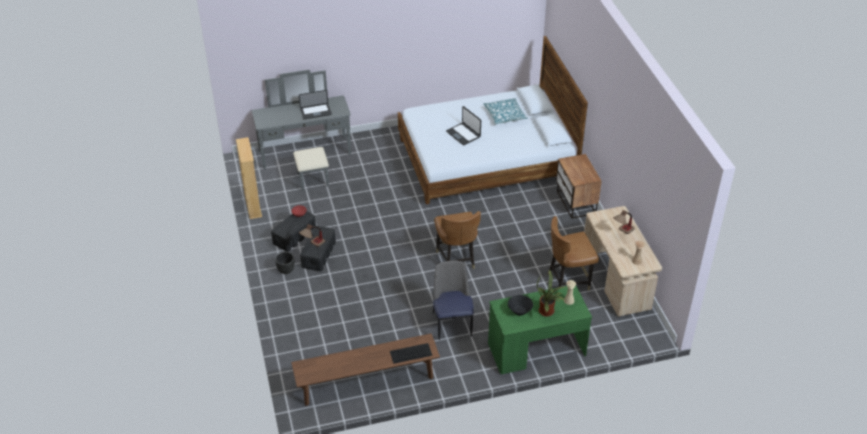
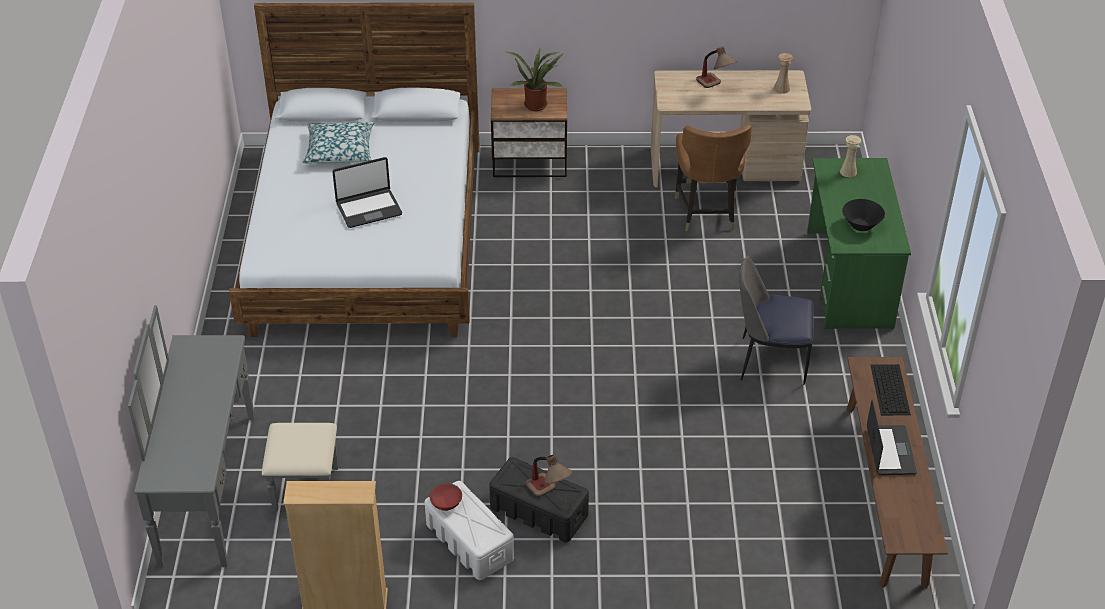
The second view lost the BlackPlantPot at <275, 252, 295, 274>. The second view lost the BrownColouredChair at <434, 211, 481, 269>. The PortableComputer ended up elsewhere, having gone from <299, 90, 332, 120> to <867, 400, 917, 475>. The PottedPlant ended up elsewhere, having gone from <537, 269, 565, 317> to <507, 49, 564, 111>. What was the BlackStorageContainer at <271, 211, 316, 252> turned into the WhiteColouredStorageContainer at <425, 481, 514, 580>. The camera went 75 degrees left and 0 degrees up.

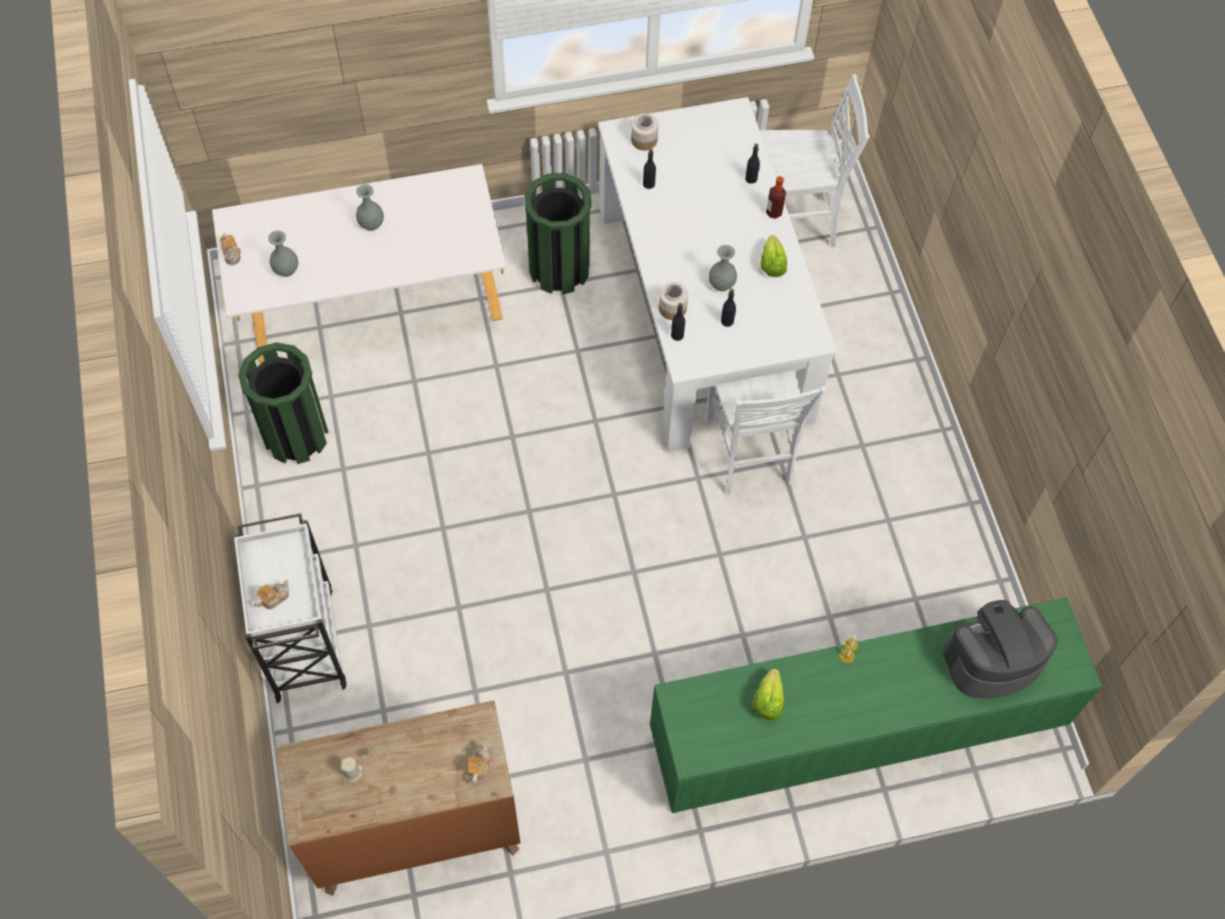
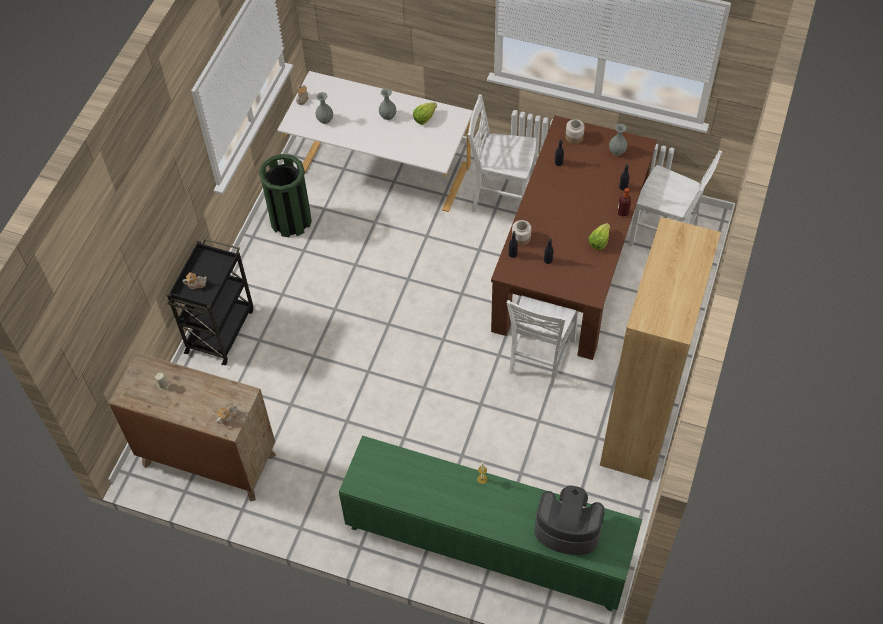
The second view gained the BrownColouredBookshelf at <600, 217, 721, 481>. The GreyFlowerVase ended up elsewhere, having gone from <709, 245, 737, 291> to <609, 123, 627, 156>. The Lettuce ended up elsewhere, having gone from <752, 668, 784, 720> to <413, 102, 437, 125>. Where the GreenishTrashCan stood at <524, 173, 591, 295>, the WhiteColouredChair came to stand at <468, 94, 536, 212>. What was the WhiteColouredTrolley at <233, 513, 347, 703> turned into the BlackTrolley at <167, 238, 253, 365>. What was the WhiteColouredDiningTable at <598, 97, 837, 452> turned into the BrownColouredDiningTable at <491, 116, 657, 360>. The camera went 35 degrees right and 5 degrees down.

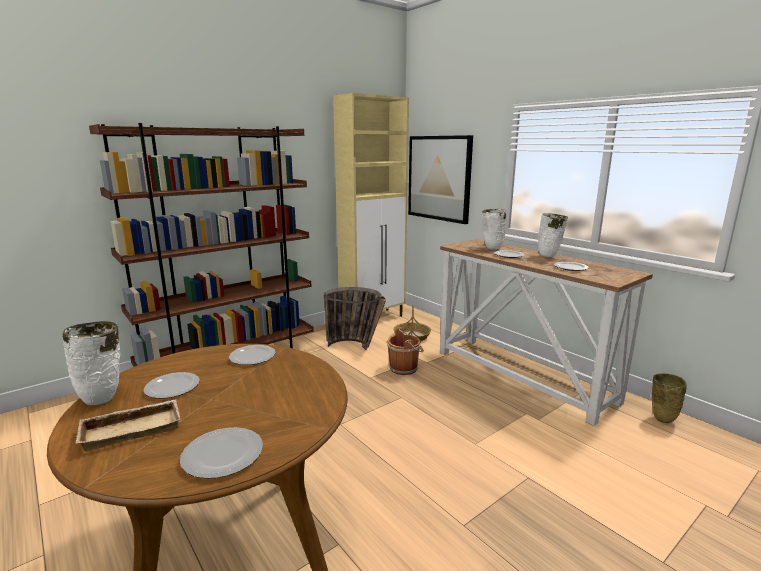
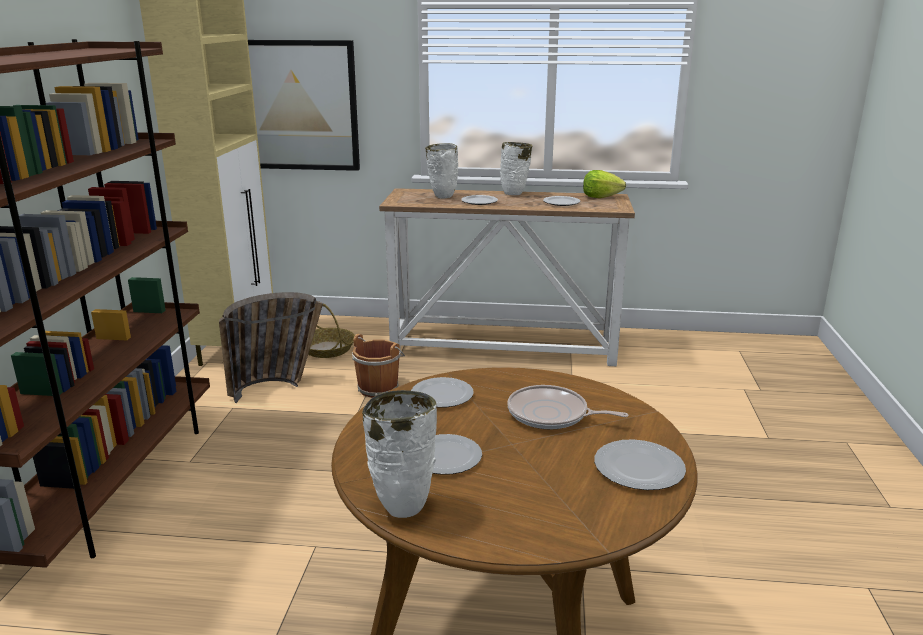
The second view lost the BeigeCarryingTray at <76, 399, 181, 451>. The second view lost the BeigeFlowerVase at <652, 373, 687, 423>. The second view gained the FryingPan at <507, 385, 628, 430>. The second view gained the Lettuce at <583, 170, 626, 198>. The camera went 45 degrees left and 5 degrees up.

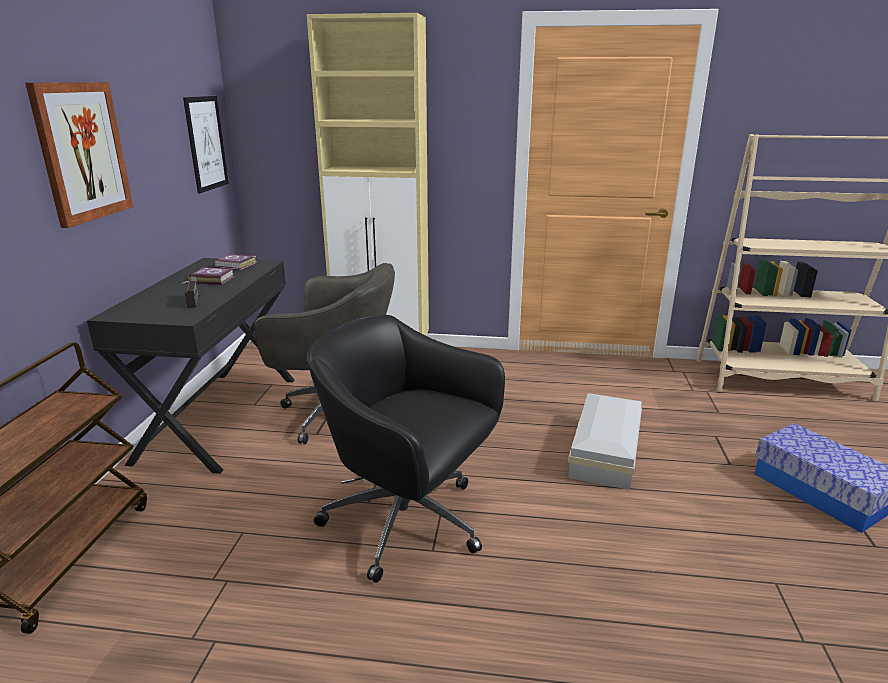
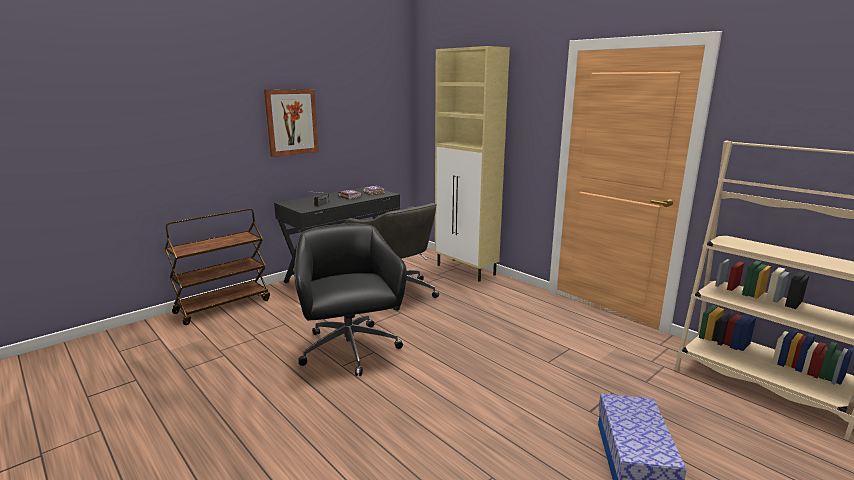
The second view lost the WallArt at <183, 96, 229, 194>. The second view lost the WhiteColouredStorageContainer at <568, 393, 642, 490>. The camera went 40 degrees right and 5 degrees down.

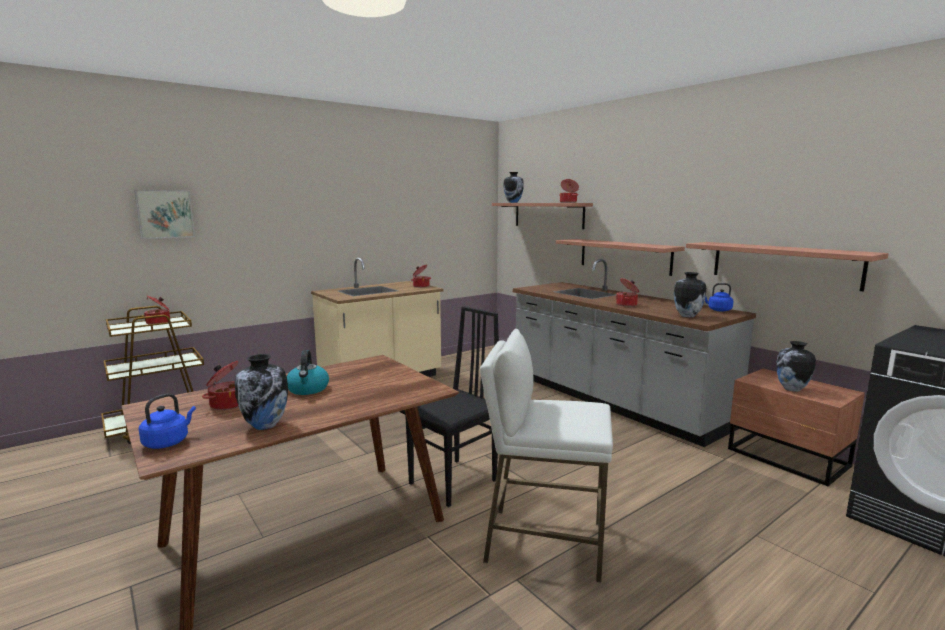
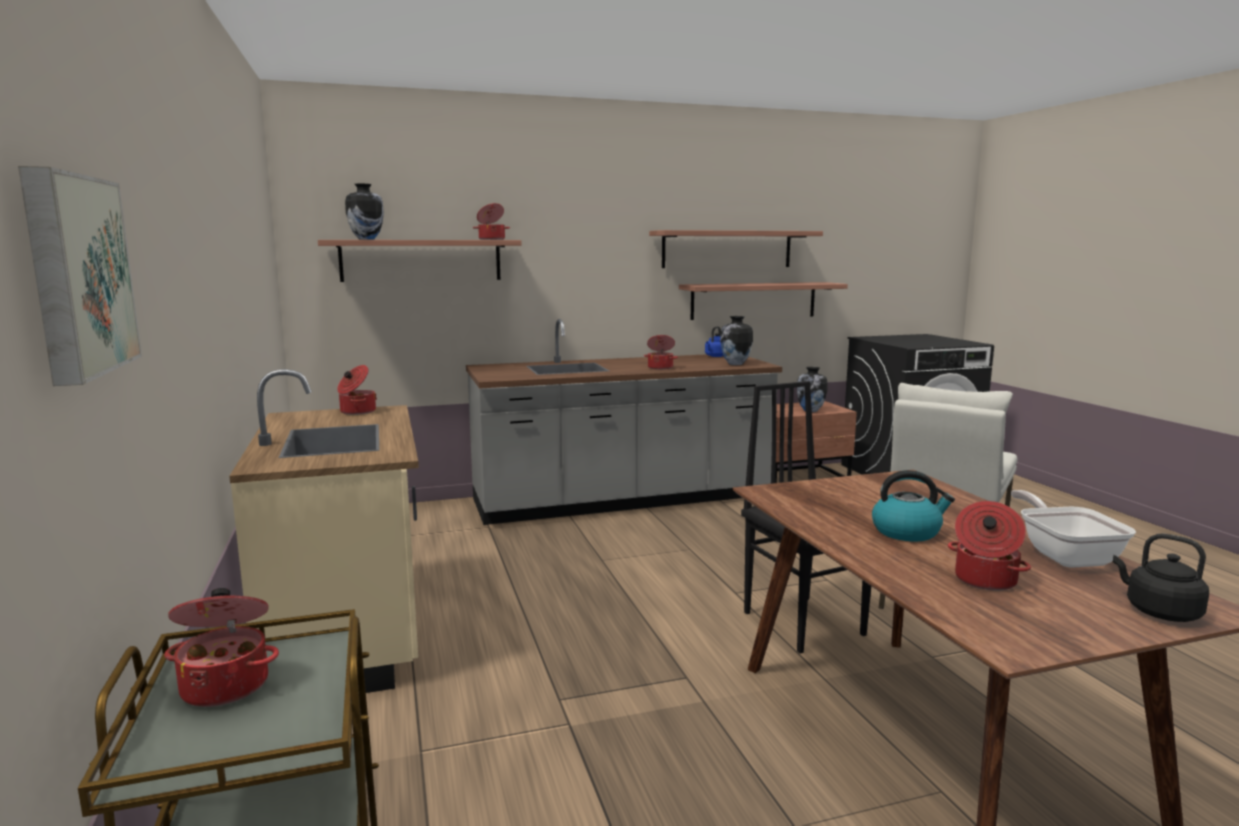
The Shelf ended up elsewhere, having gone from <556, 239, 685, 276> to <649, 230, 823, 268>. Where the FlowerVase stood at <235, 354, 288, 430>, the FryingPan came to stand at <1011, 490, 1136, 568>. What was the BluishTeaKettle at <139, 393, 196, 449> turned into the BlackTeaKettle at <1113, 533, 1209, 622>. The camera went 70 degrees left and 0 degrees up.

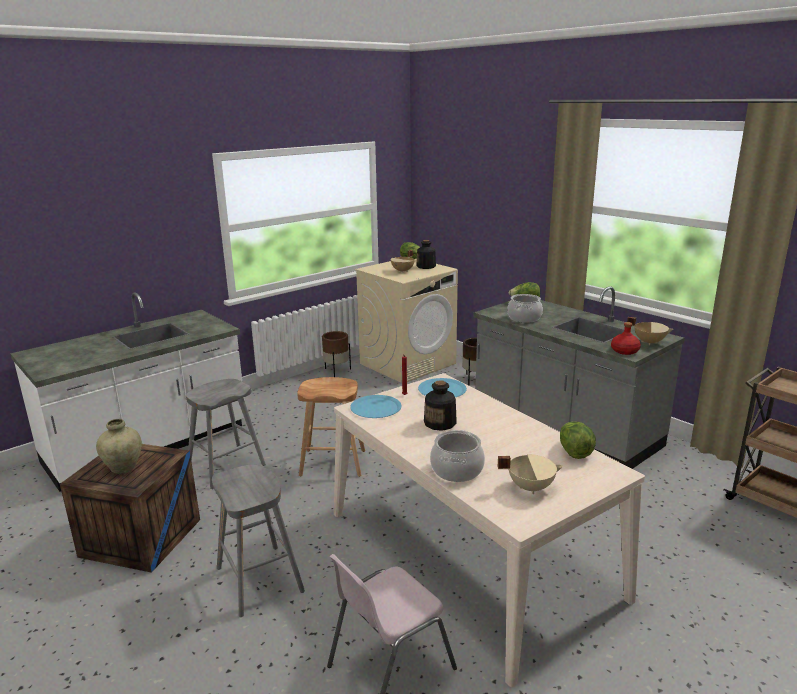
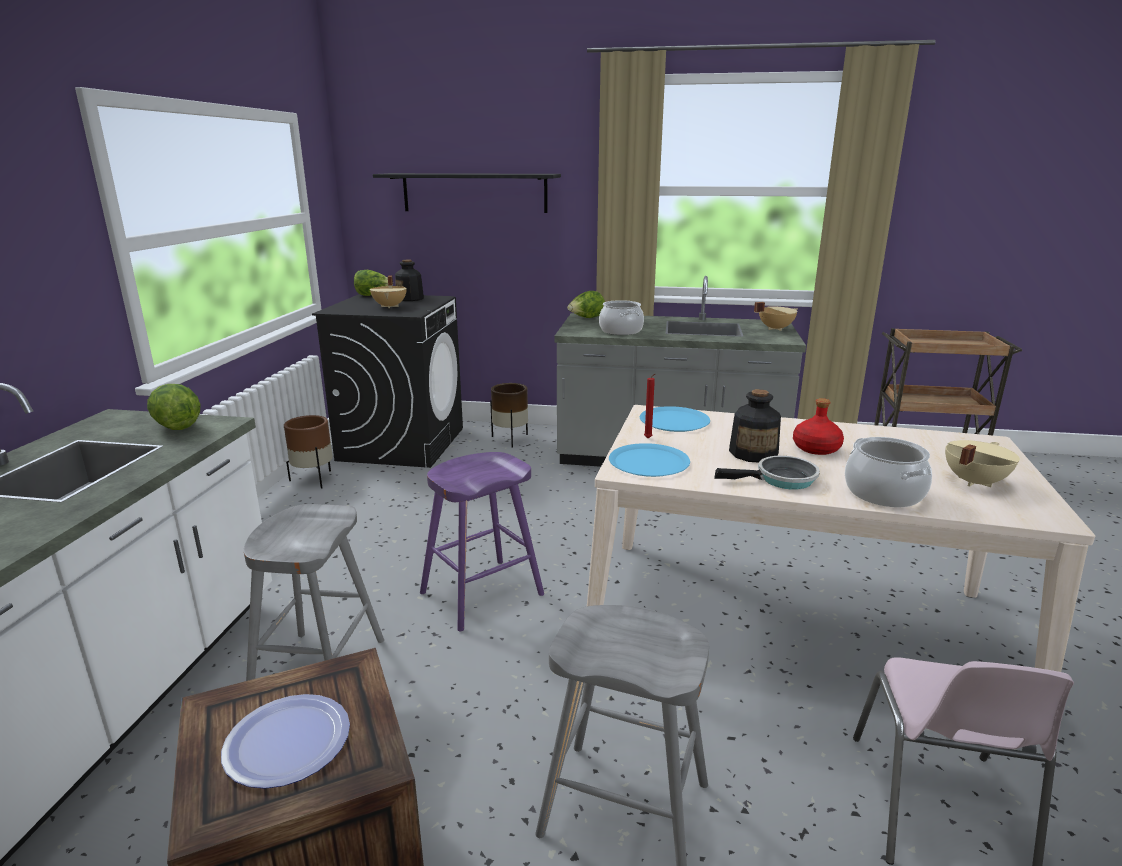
The second view gained the BlackShelf at <373, 173, 561, 213>. The second view gained the FryingPan at <714, 456, 820, 490>. The Lettuce ended up elsewhere, having gone from <560, 421, 596, 459> to <147, 384, 201, 430>. The RedColouredBeverageBottle ended up elsewhere, having gone from <611, 322, 641, 355> to <793, 398, 844, 455>. Where the BeigeFlowerVase stood at <96, 419, 142, 474>, the Plate came to stand at <221, 694, 350, 789>. What was the BrownColouredSittingStool at <297, 377, 365, 477> turned into the PurpleSittingStool at <420, 452, 544, 632>. What was the BeigeWashingMachine at <355, 259, 458, 383> turned into the BlackWashingMachine at <312, 294, 463, 468>. The camera went 40 degrees left and 0 degrees up.

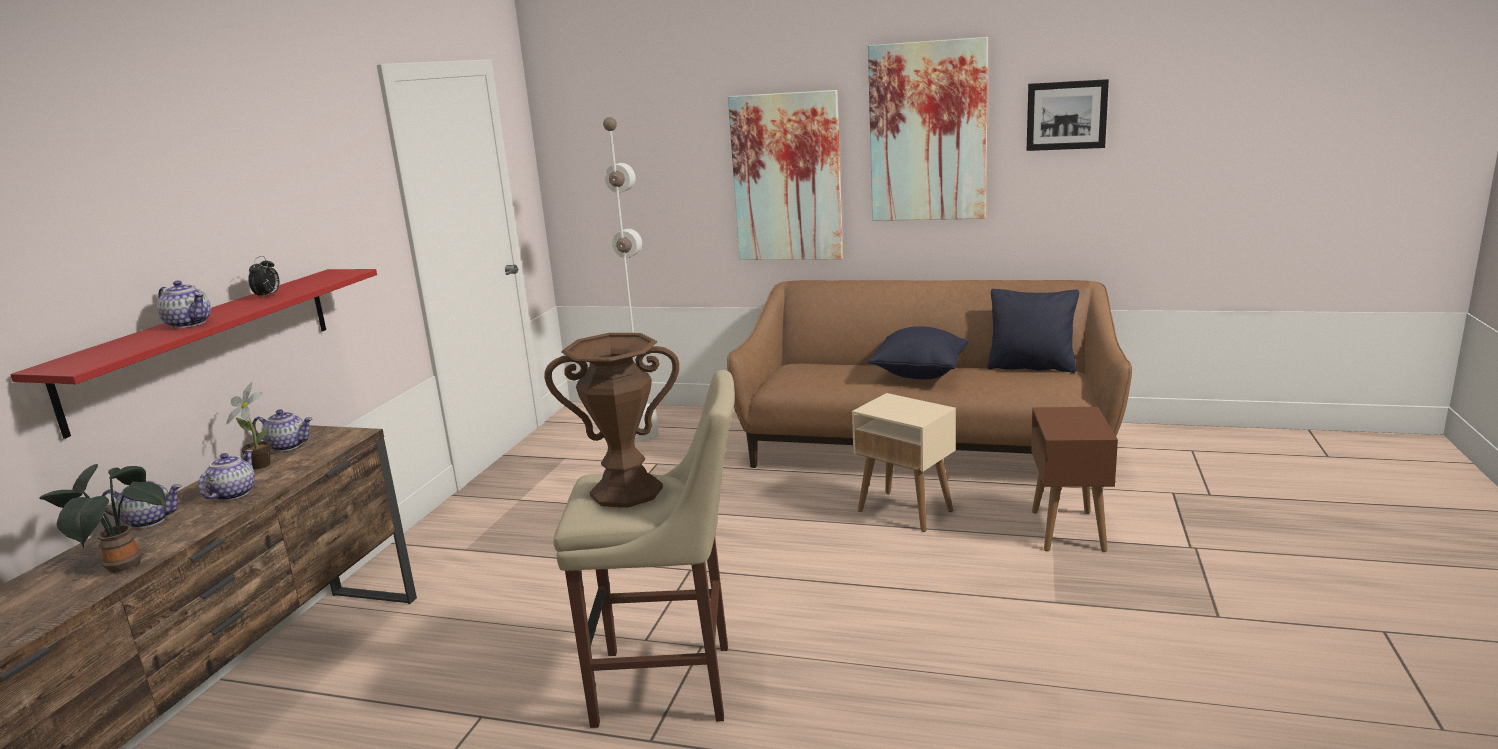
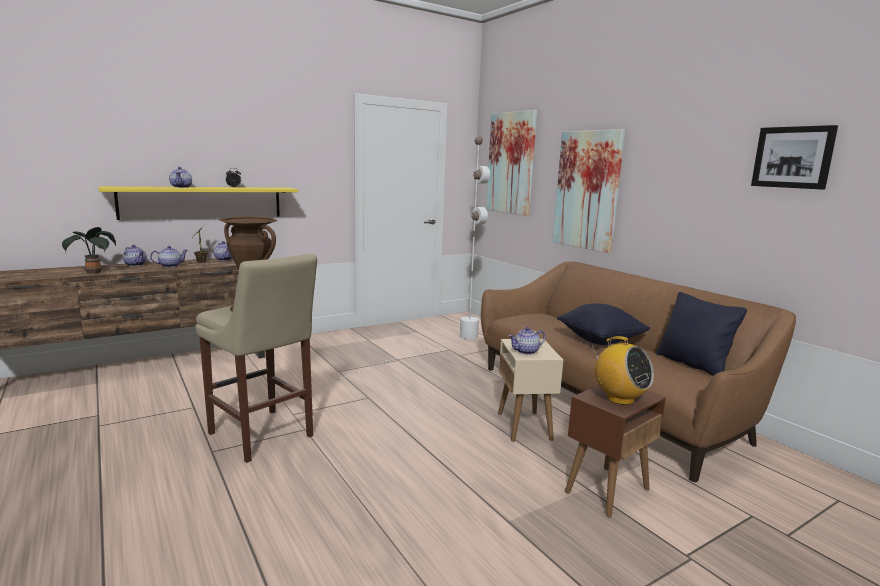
The second view gained the Teapot at <509, 327, 545, 355>. The second view gained the RadioReceiver at <592, 336, 654, 405>. The WallArt ended up elsewhere, having gone from <868, 37, 988, 221> to <486, 110, 537, 216>. What was the RedColouredShelf at <10, 269, 377, 439> turned into the YellowishShelf at <98, 186, 298, 220>. The camera went 40 degrees right and 5 degrees down.

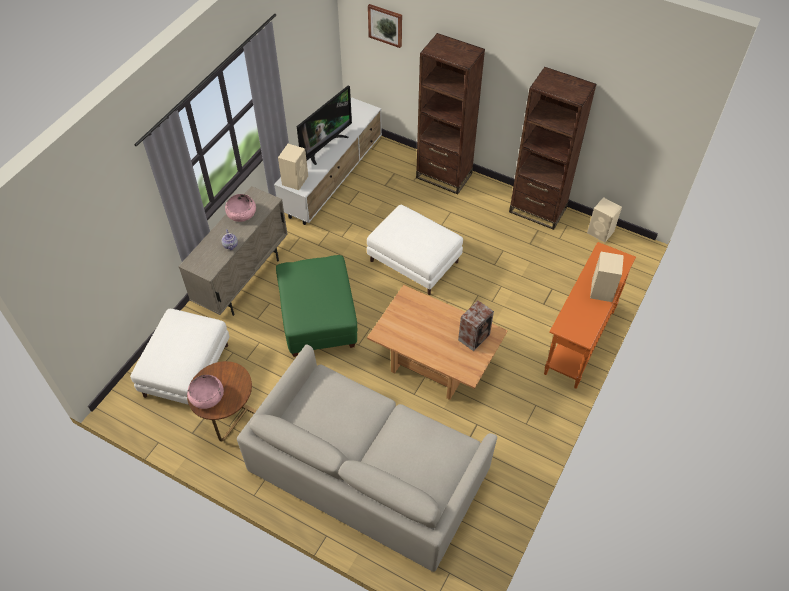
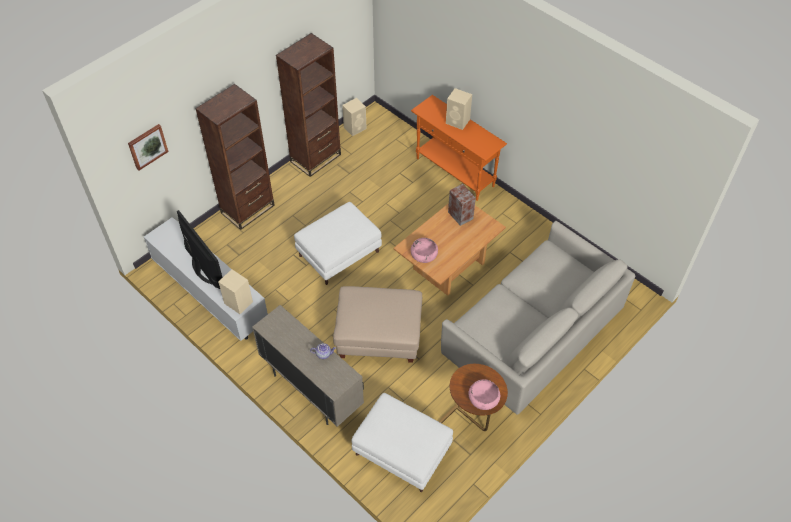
The PinkDeepDish ended up elsewhere, having gone from <225, 194, 256, 222> to <411, 238, 438, 263>. What was the GreenishPouffe at <276, 255, 357, 357> turned into the BeigePouffe at <333, 286, 422, 363>. The camera went 75 degrees left and 0 degrees up.

